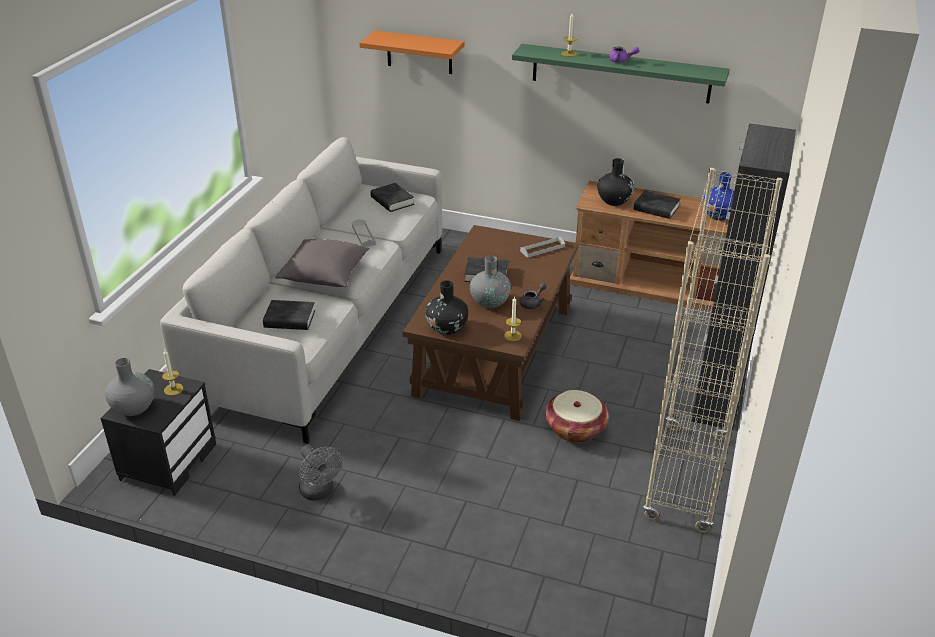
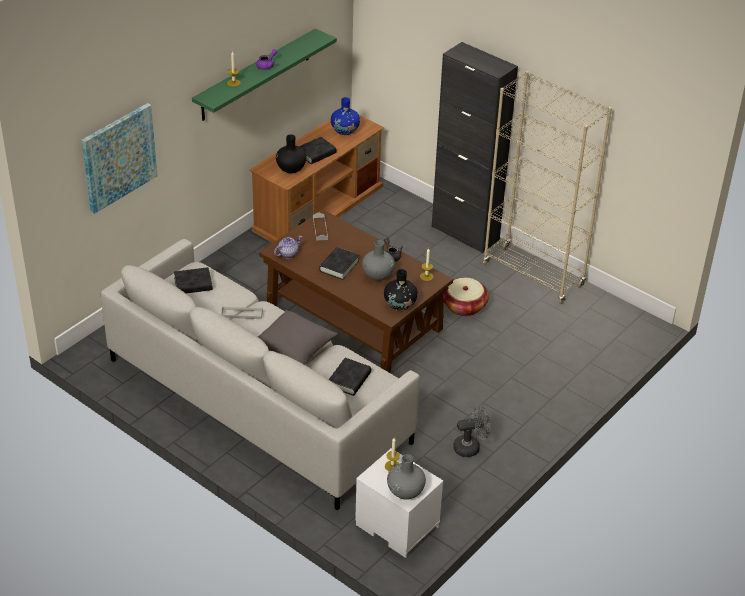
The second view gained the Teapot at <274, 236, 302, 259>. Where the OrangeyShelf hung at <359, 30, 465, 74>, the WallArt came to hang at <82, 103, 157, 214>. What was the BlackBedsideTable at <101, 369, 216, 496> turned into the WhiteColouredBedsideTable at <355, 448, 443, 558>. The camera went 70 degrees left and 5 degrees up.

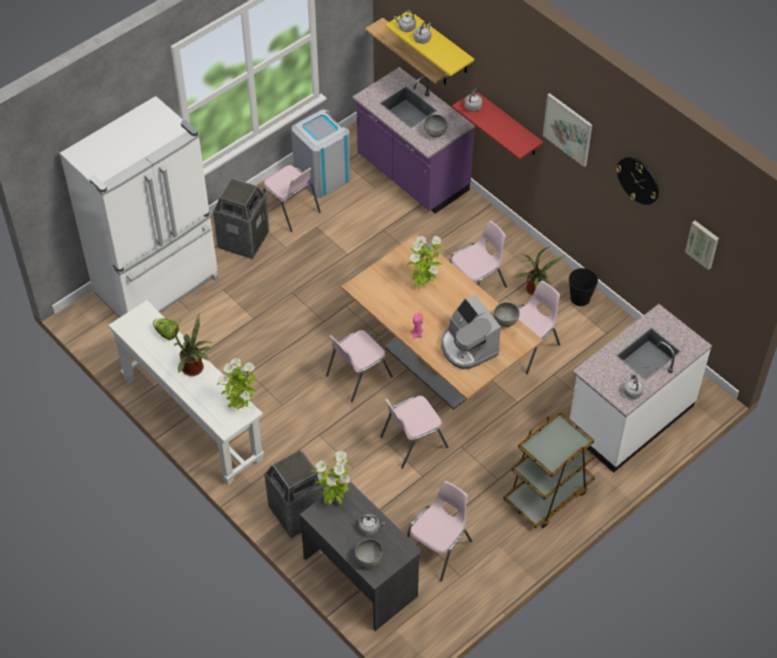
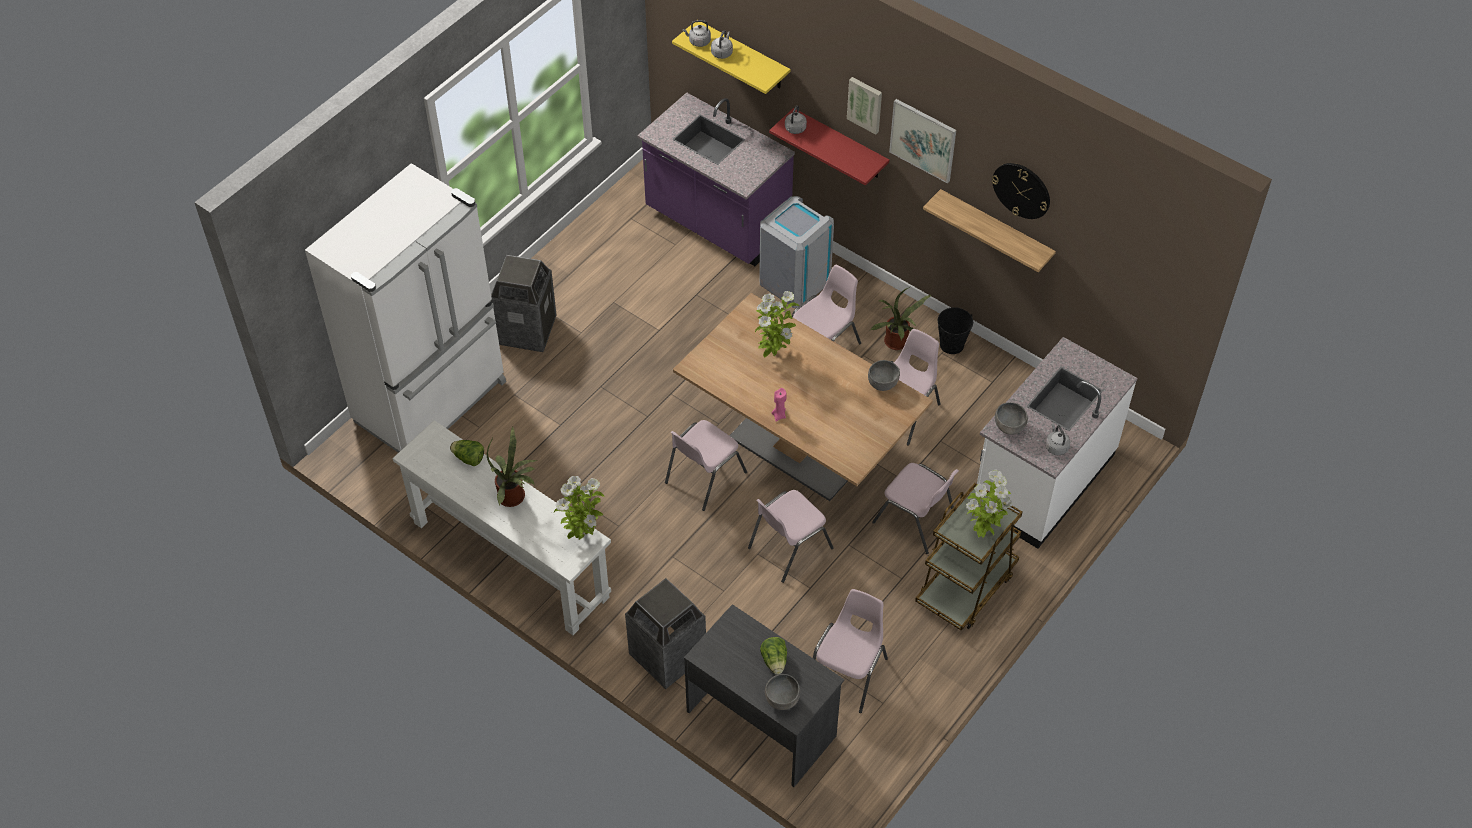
The second view lost the CoffeeMachine at <441, 295, 501, 369>. The PinkChair ended up elsewhere, having gone from <263, 165, 321, 232> to <872, 463, 959, 554>. The GreyTrashCan ended up elsewhere, having gone from <291, 109, 351, 198> to <759, 196, 834, 308>. The PottedPlant ended up elsewhere, having gone from <312, 451, 350, 504> to <966, 469, 1012, 538>. The Shelf ended up elsewhere, having gone from <366, 18, 449, 85> to <923, 189, 1056, 272>. The GreyDeepDish ended up elsewhere, having gone from <424, 114, 447, 138> to <995, 402, 1028, 435>. The WallArt ended up elsewhere, having gone from <685, 221, 719, 270> to <847, 77, 882, 135>. Where the GreyTeaKettle stood at <359, 514, 385, 535>, the Lettuce came to stand at <760, 637, 787, 675>. The camera went 10 degrees left and 0 degrees up.

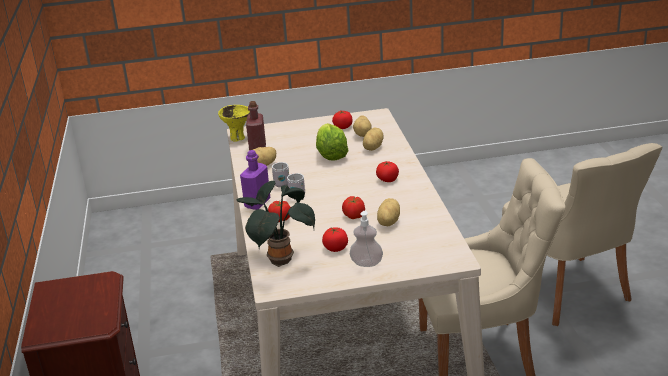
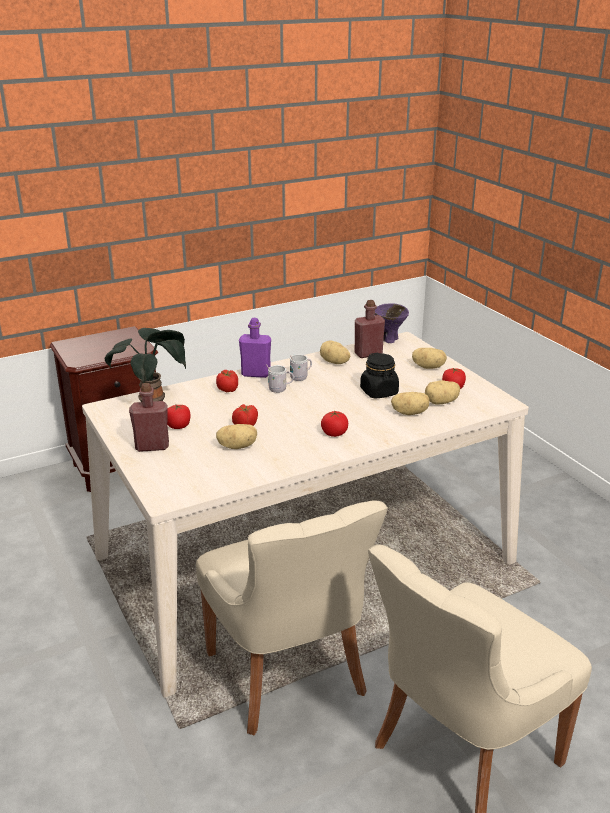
The second view gained the Potato at <412, 348, 447, 369>. Where the Lettuce stood at <316, 123, 348, 161>, the BlackPreserveJar came to stand at <360, 353, 399, 399>. Where the SoapDispenser stood at <350, 211, 383, 267>, the RedColouredBeverageBottle came to stand at <129, 383, 169, 452>. What was the YellowishDeepDish at <218, 105, 250, 142> turned into the PurpleDeepDish at <375, 303, 409, 343>. The camera went 70 degrees right and 0 degrees up.

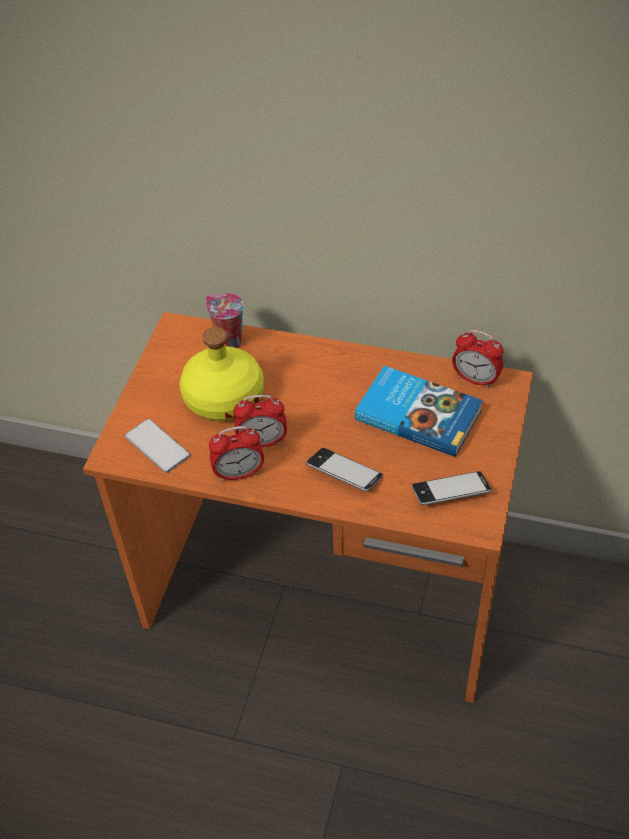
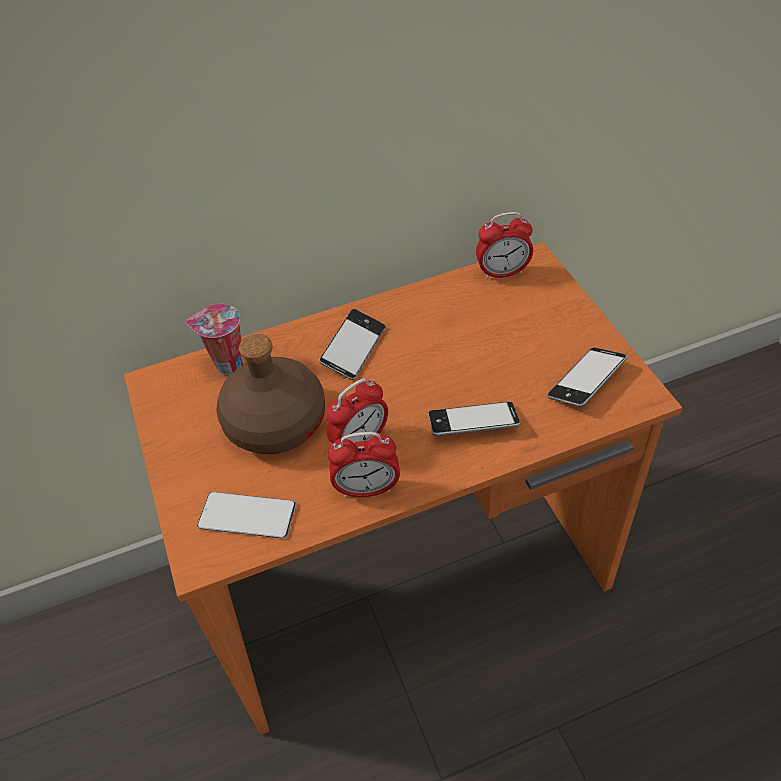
The second view lost the Volume at <355, 366, 483, 457>. The second view gained the Telephone at <319, 309, 385, 380>. What was the YellowishBeverageBottle at <179, 327, 264, 421> turned into the BrownColouredBeverageBottle at <216, 334, 325, 454>. The BedsideClock at <209, 426, 264, 482> ended up facing another way, 45 degrees clockwise from before. The camera went 35 degrees left and 0 degrees up.

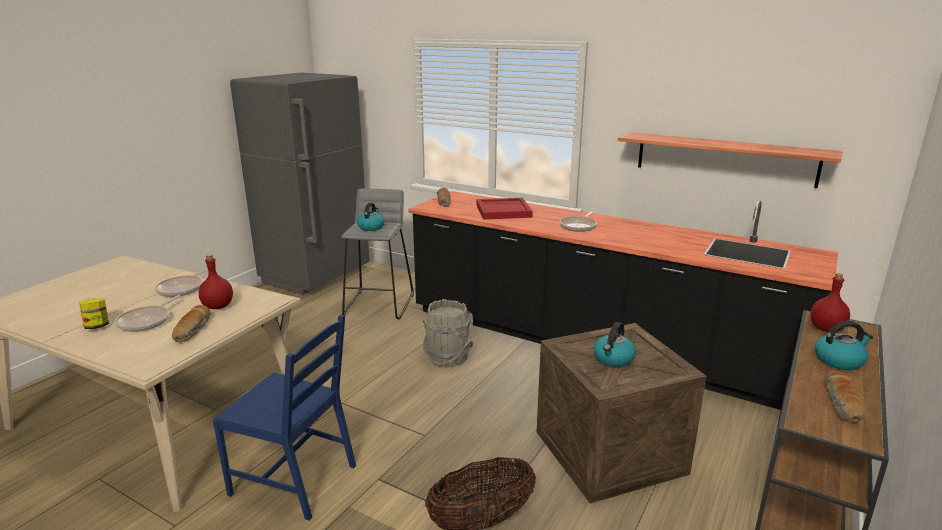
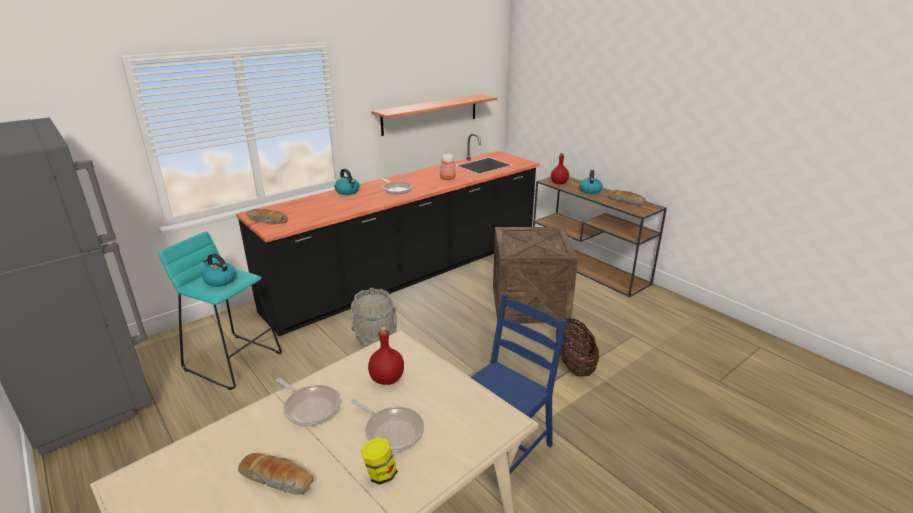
The second view lost the RedColouredCarryingTray at <477, 198, 533, 220>. The second view gained the BeverageBottle at <440, 146, 456, 180>. The BakeryBread ended up elsewhere, having gone from <172, 305, 210, 342> to <238, 453, 313, 495>. The TeaKettle ended up elsewhere, having gone from <594, 322, 636, 367> to <335, 169, 360, 195>. What was the GreySittingStool at <341, 188, 414, 320> turned into the TurquoiseColouredSittingStool at <159, 231, 282, 390>. The camera went 70 degrees left and 5 degrees up.

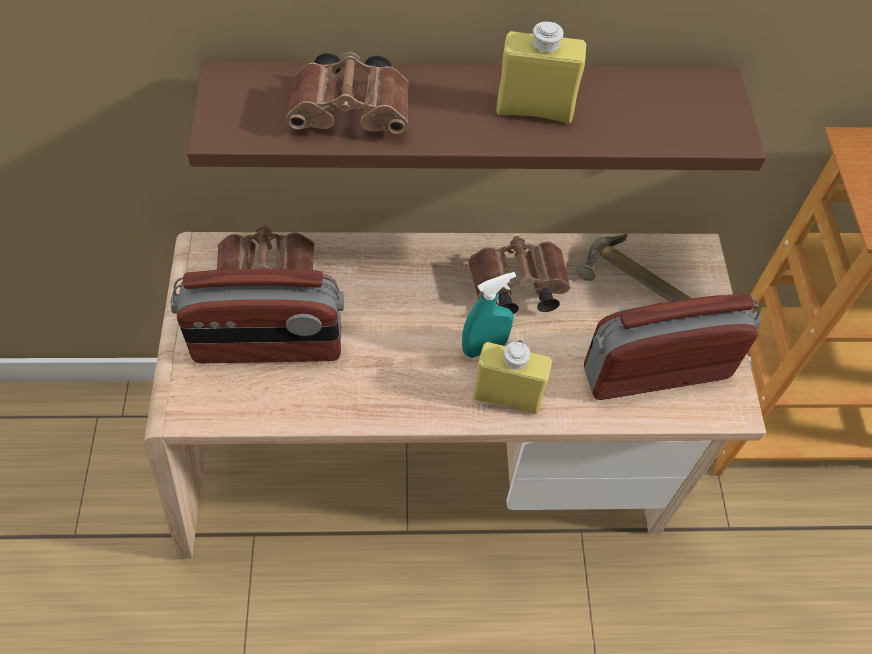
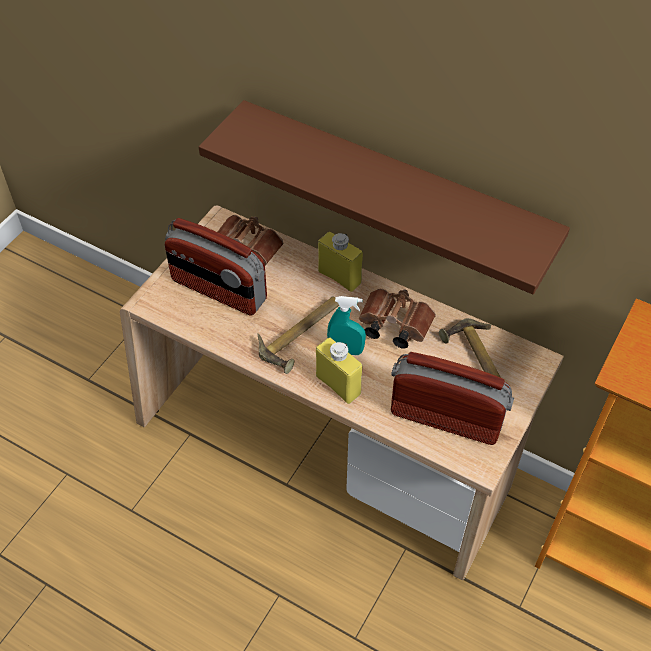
The second view lost the BrownColouredFieldGlasses at <286, 52, 409, 134>. The second view gained the Hammer at <258, 296, 339, 374>. The YellowishBeverageBottle ended up elsewhere, having gone from <496, 20, 586, 123> to <318, 232, 363, 292>. The camera went 35 degrees right and 5 degrees down.

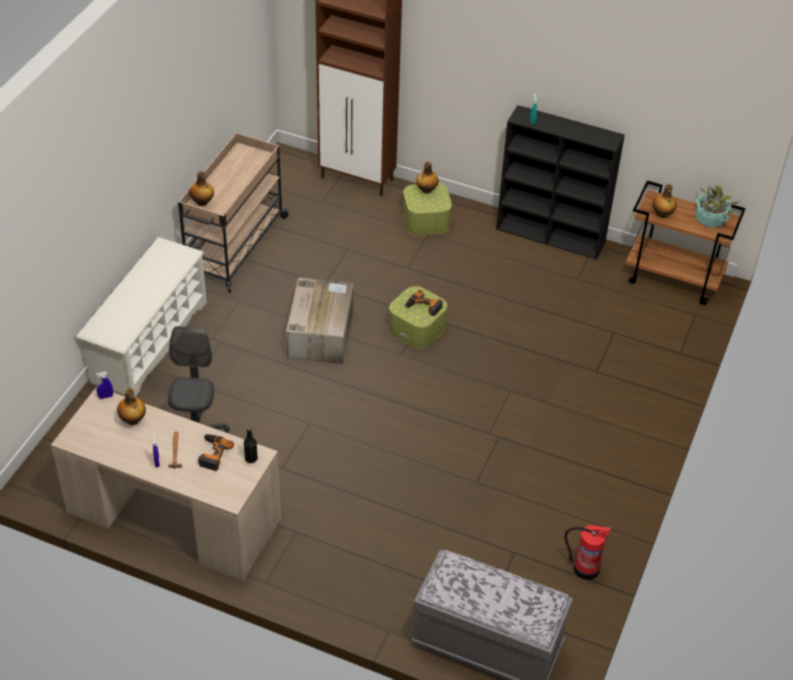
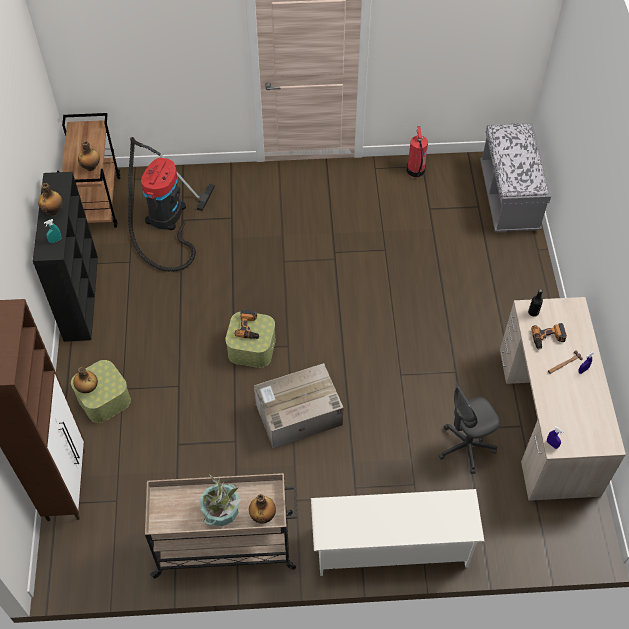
The second view gained the Vacuum at <128, 137, 215, 272>. The BeverageBottle ended up elsewhere, having gone from <117, 388, 146, 425> to <38, 183, 63, 215>. The PottedPlant ended up elsewhere, having gone from <695, 183, 741, 228> to <200, 474, 242, 526>. The camera went 115 degrees left and 10 degrees up.

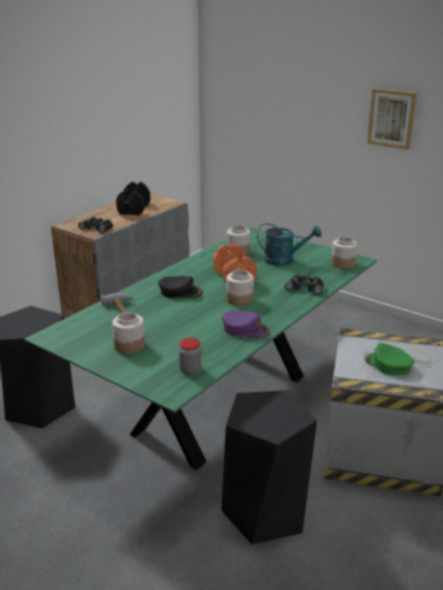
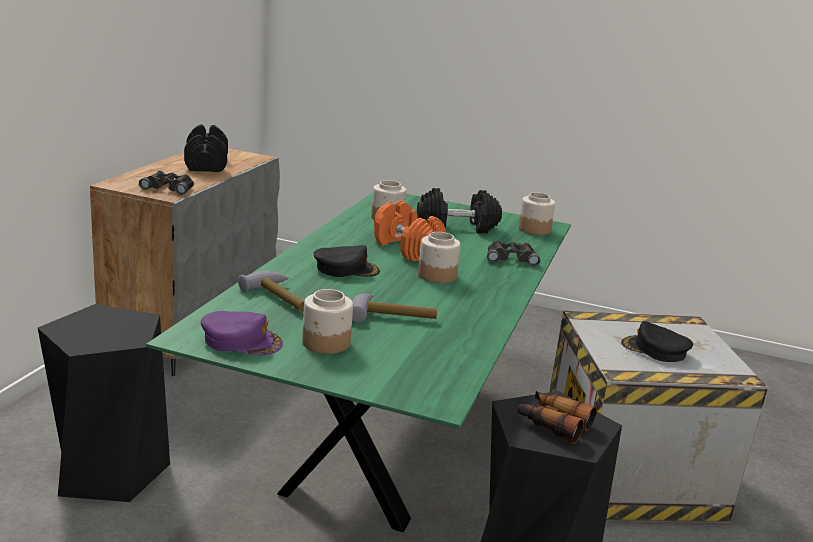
The second view lost the PreserveJar at <179, 338, 201, 375>. The second view lost the WallArt at <367, 88, 417, 150>. The second view gained the Hammer at <352, 294, 437, 323>. The second view gained the FieldGlasses at <517, 391, 597, 444>. The PurpleCap ended up elsewhere, having gone from <222, 310, 270, 340> to <201, 311, 283, 355>. Where the TurquoiseColouredWateringCan stood at <257, 223, 322, 266>, the BlackDumbbell came to stand at <417, 188, 502, 234>. What was the GreenishCap at <365, 343, 414, 376> turned into the BlackCap at <621, 321, 693, 362>. The camera went 20 degrees left and 5 degrees down.

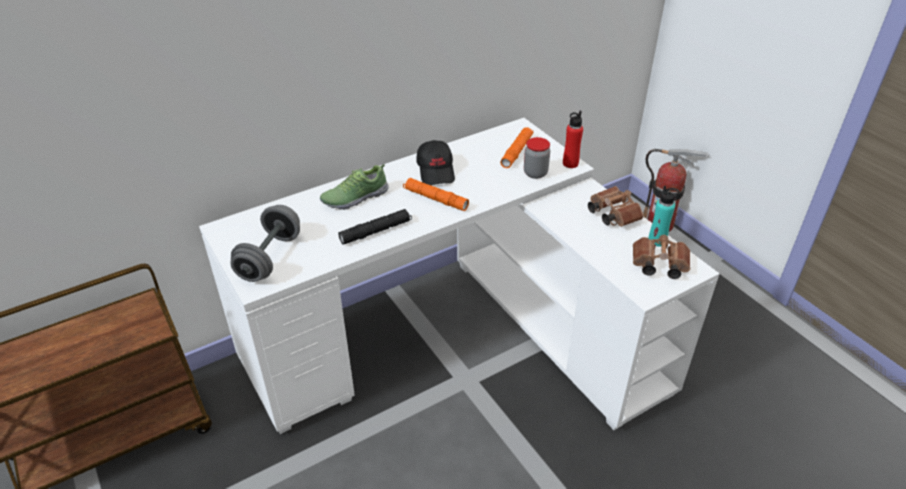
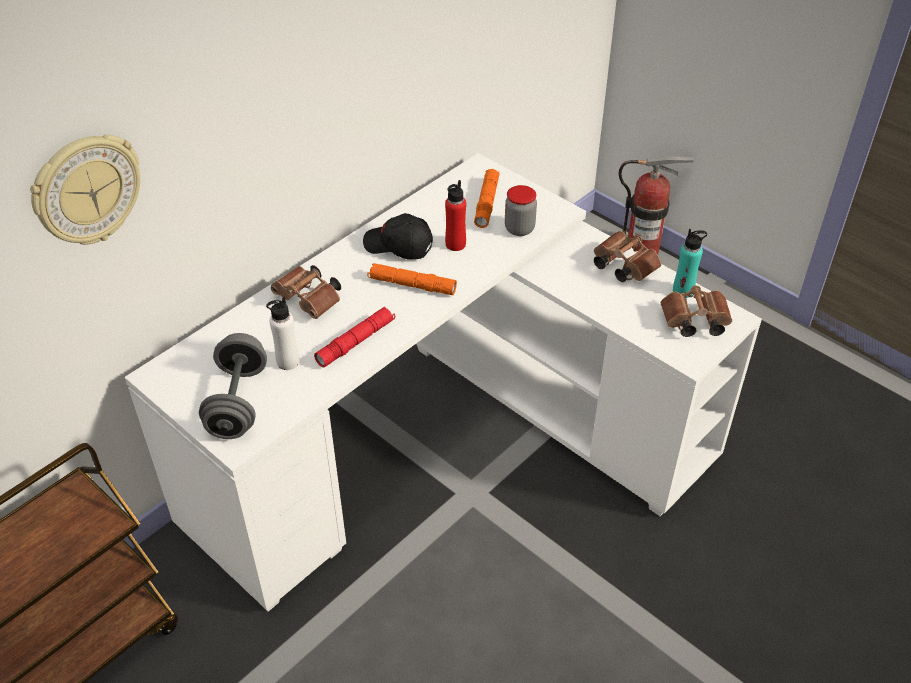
The second view gained the HangingClock at <30, 135, 140, 245>. The second view gained the WhiteColouredBeverageBottle at <266, 297, 300, 370>. The RedColouredBeverageBottle ended up elsewhere, having gone from <563, 110, 583, 168> to <445, 180, 466, 251>. Where the ItemOfFootwear stood at <320, 164, 389, 210>, the BrownColouredFieldGlasses came to stand at <271, 265, 341, 319>. What was the BlackFlashlight at <338, 209, 412, 245> turned into the RedColouredFlashlight at <314, 307, 395, 367>. The BlackCap at <416, 140, 455, 185> ended up facing another way, 135 degrees clockwise from before. The camera went 15 degrees left and 5 degrees up.

